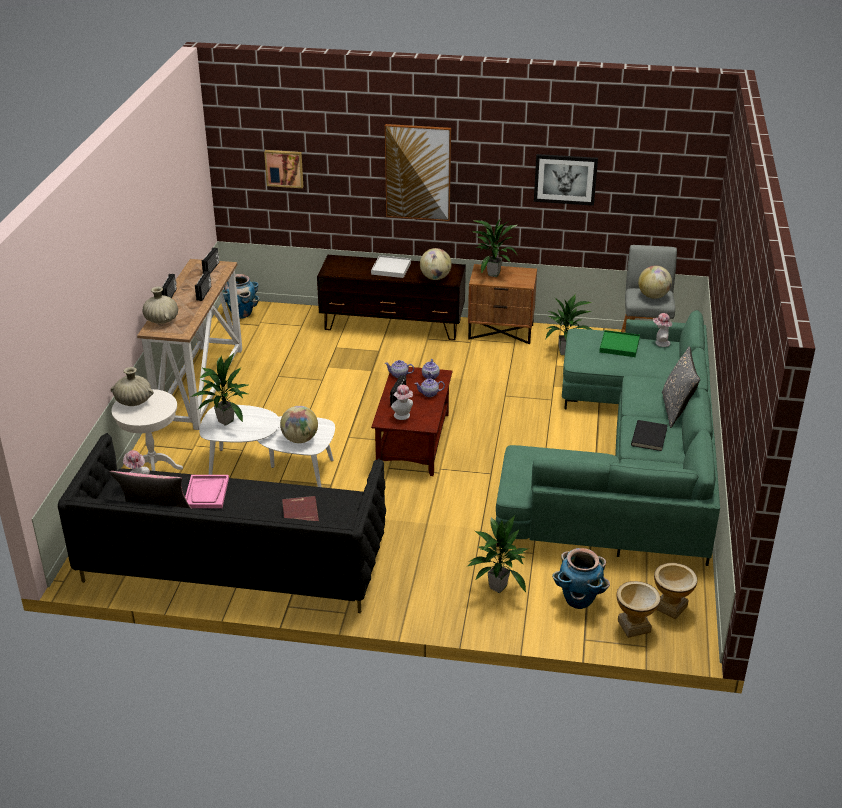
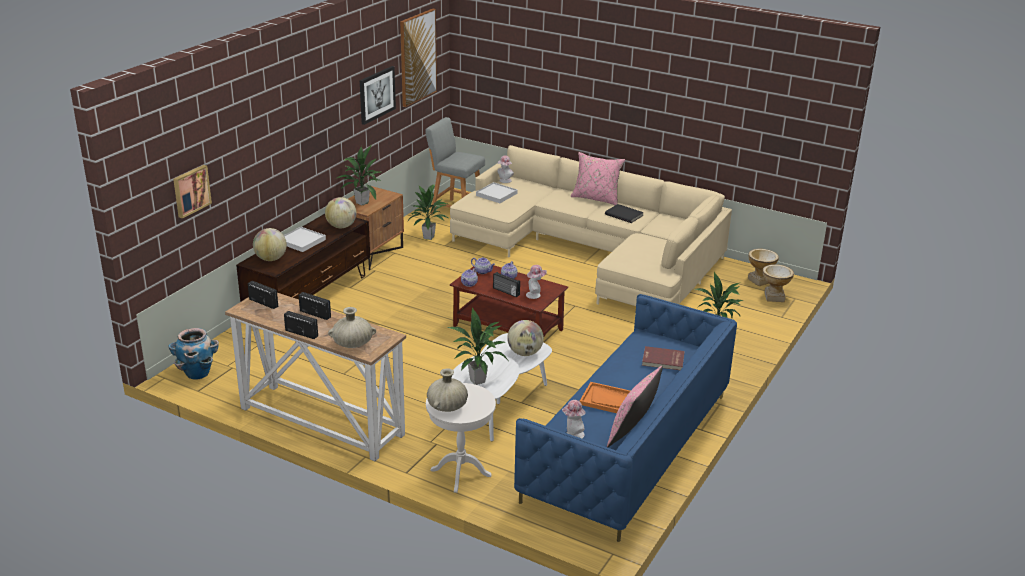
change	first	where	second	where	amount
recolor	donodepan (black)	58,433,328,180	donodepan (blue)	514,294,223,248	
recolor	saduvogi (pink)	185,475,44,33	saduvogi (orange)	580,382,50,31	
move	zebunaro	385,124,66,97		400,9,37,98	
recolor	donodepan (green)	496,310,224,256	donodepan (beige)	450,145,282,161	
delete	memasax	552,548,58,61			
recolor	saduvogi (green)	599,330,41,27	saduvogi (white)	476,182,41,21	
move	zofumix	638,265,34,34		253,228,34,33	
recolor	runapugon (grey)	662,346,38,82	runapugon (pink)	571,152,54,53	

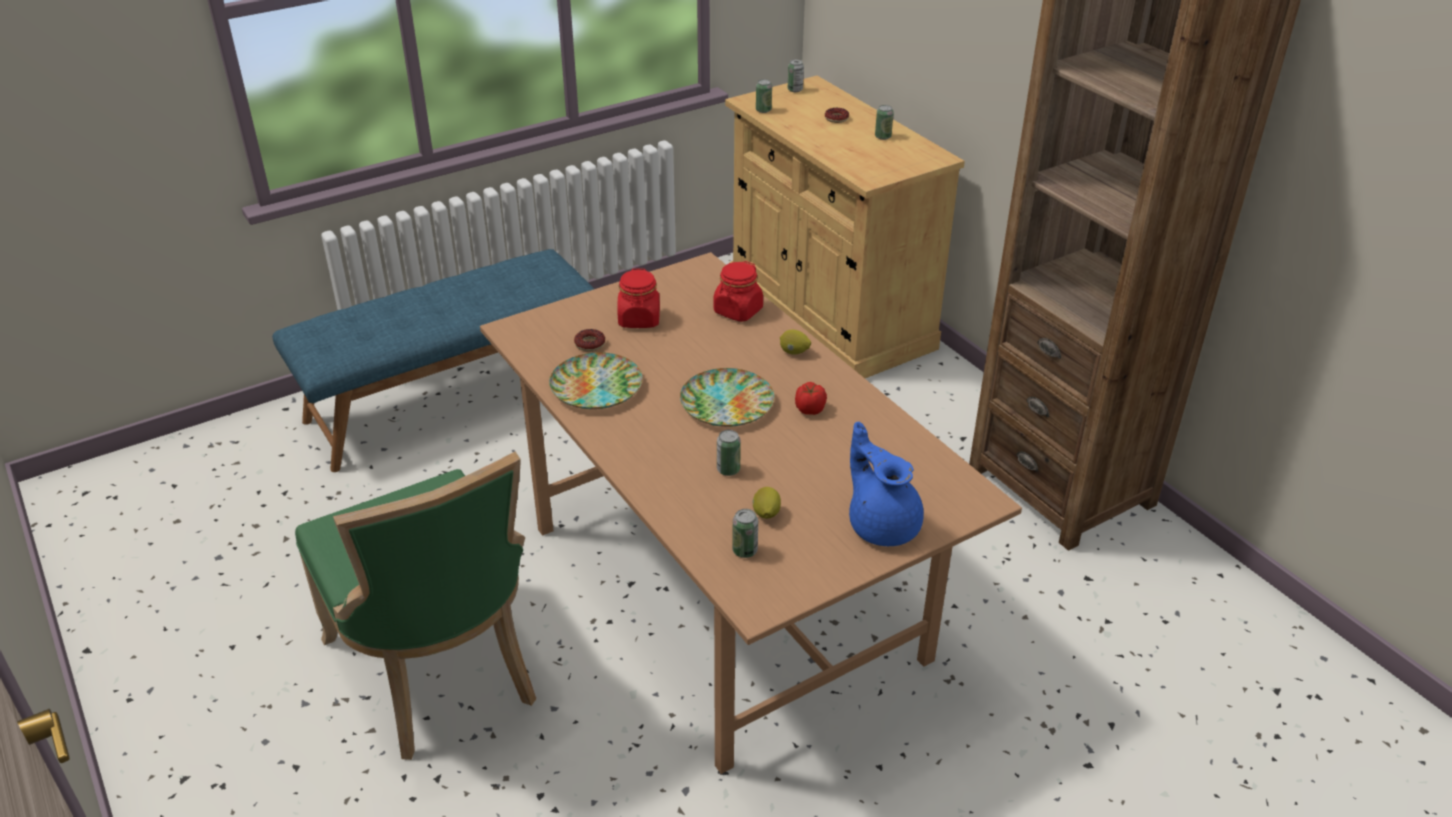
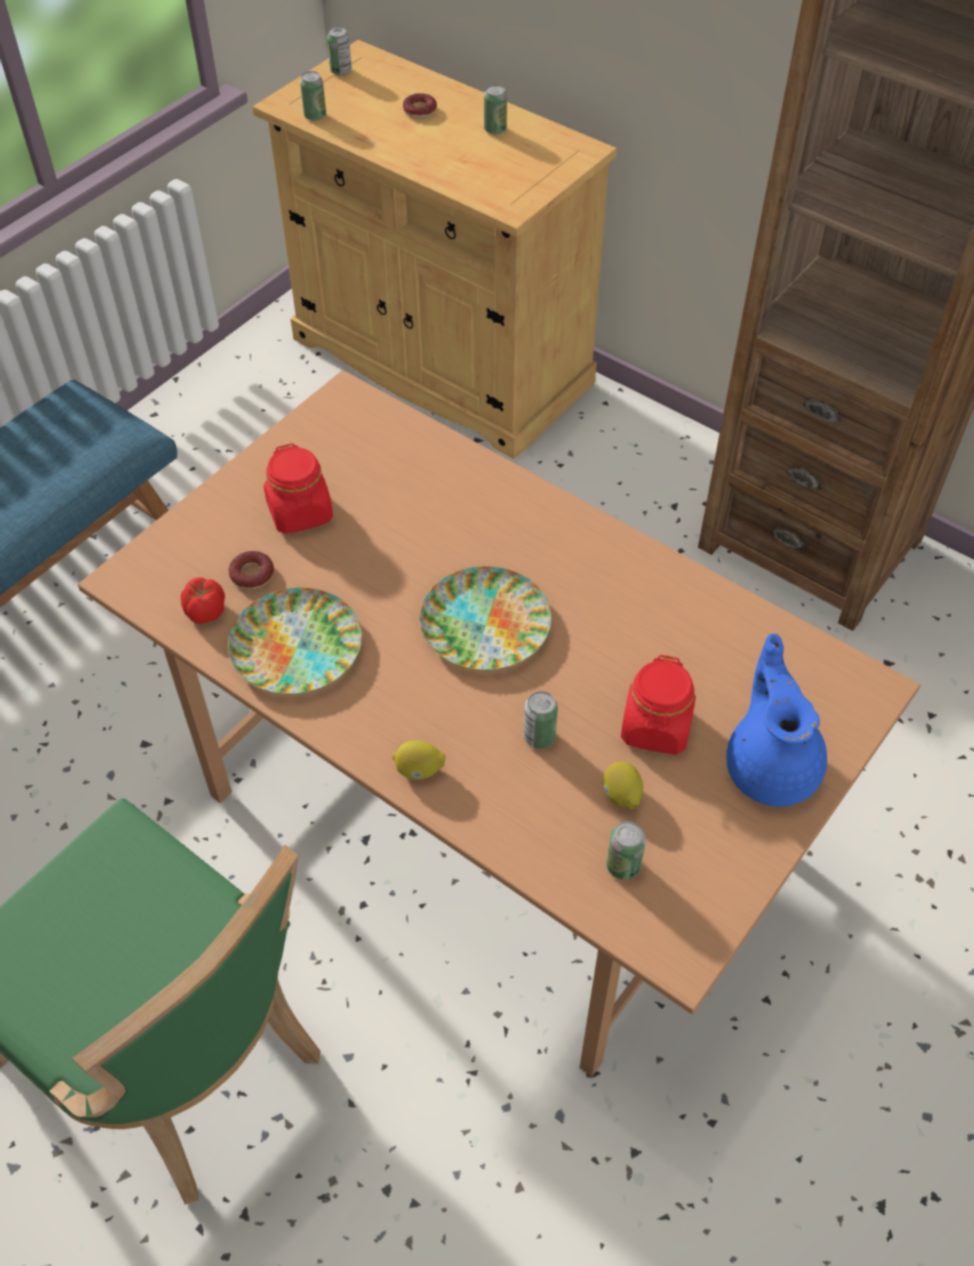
change	first	where	second	where	amount
move	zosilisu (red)	713,261,50,61		621,655,75,100	
move	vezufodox	780,329,31,26		392,741,54,39	
move	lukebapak	795,382,32,33		180,578,45,46	
rotate	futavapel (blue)	849,422,75,124		726,634,101,173	45 degrees clockwise

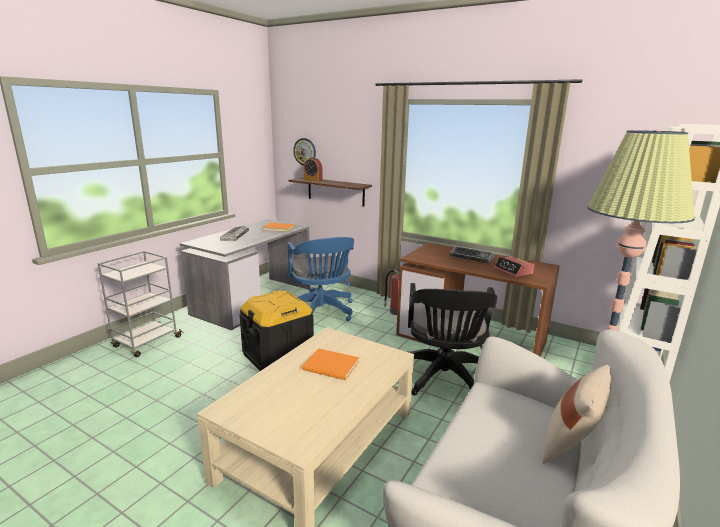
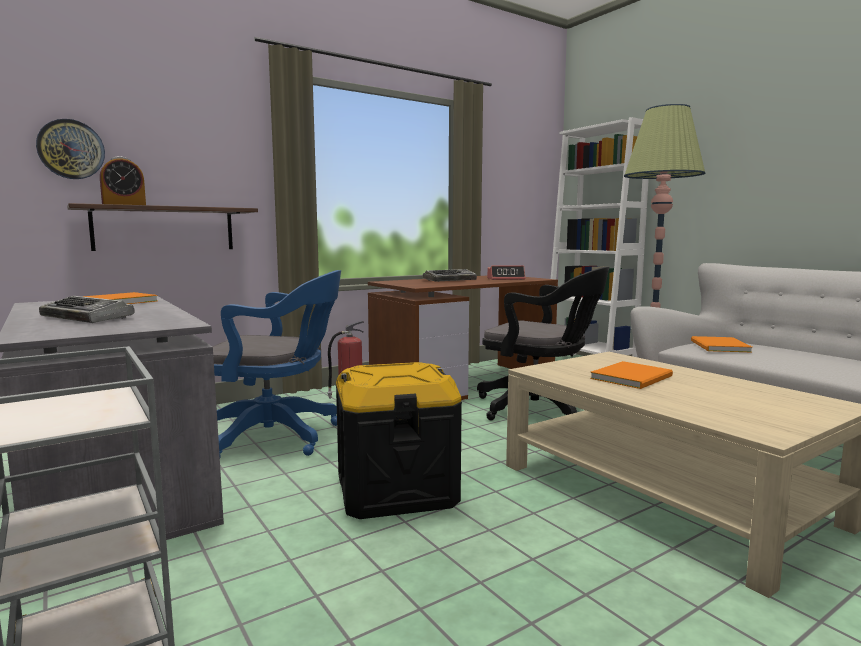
change	first	where	second	where	amount
delete	runapugon (beige)	543,365,68,99			
insert			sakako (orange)	691,336,62,16	

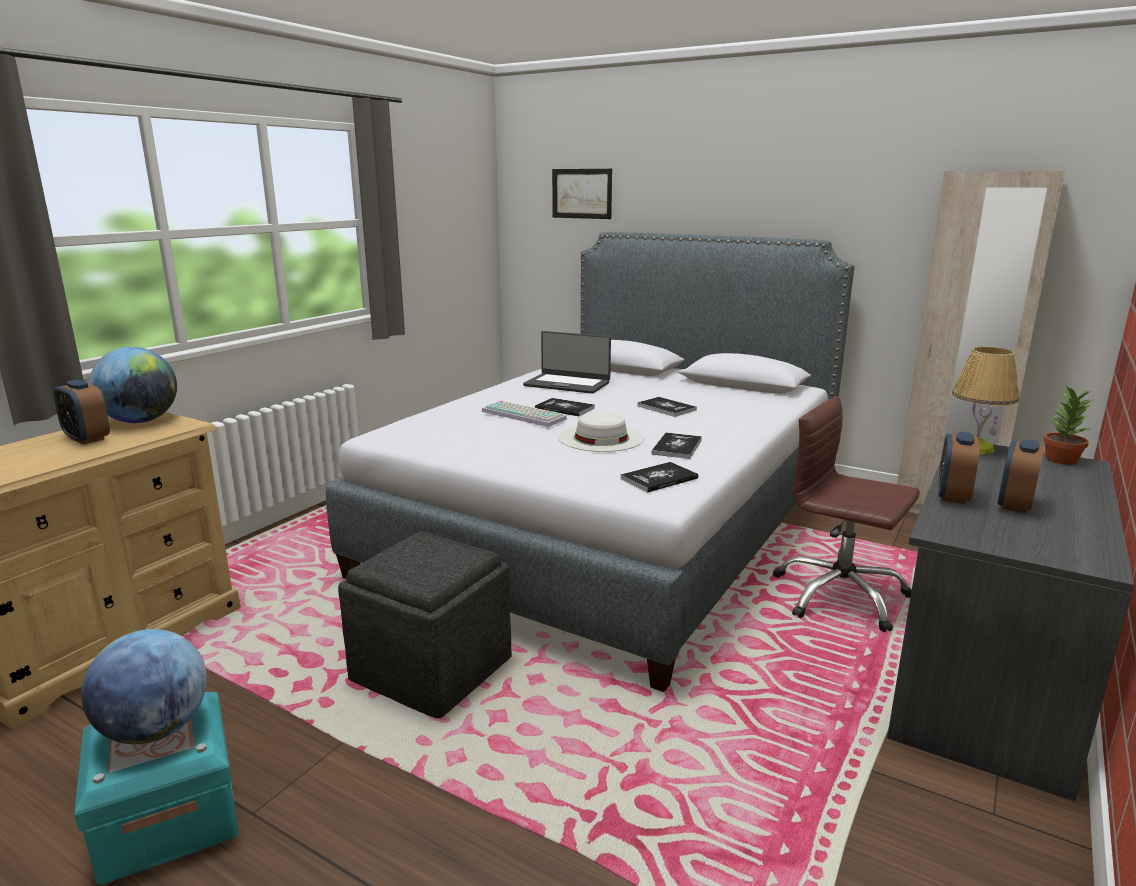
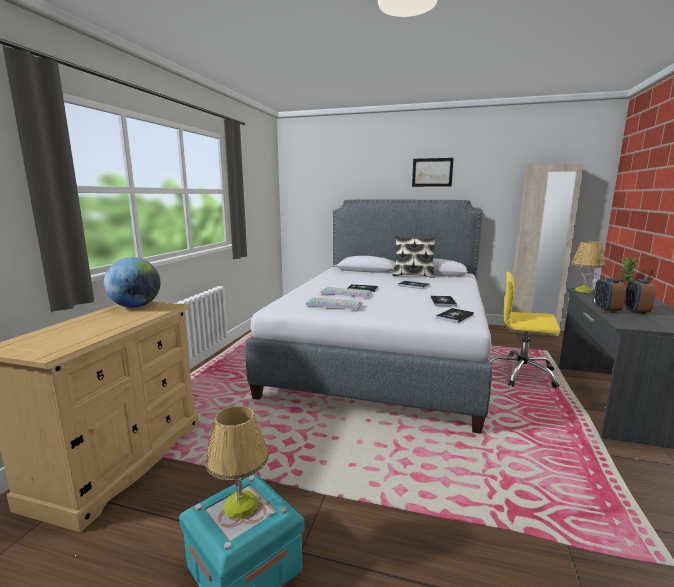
change	first	where	second	where	amount
delete	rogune	53,380,57,65			
replace	zofumix	81,629,126,115	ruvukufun	206,406,63,112	
delete	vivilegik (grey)	338,531,174,187			
delete	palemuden	523,331,88,63			
move	zebunaro	552,169,60,50		412,158,42,29	
delete	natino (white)	558,412,87,40			
recolor	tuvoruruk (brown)	773,396,147,236	tuvoruruk (yellow)	488,272,73,116	
insert			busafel	306,297,57,12	
insert			runapugon	392,236,44,42	

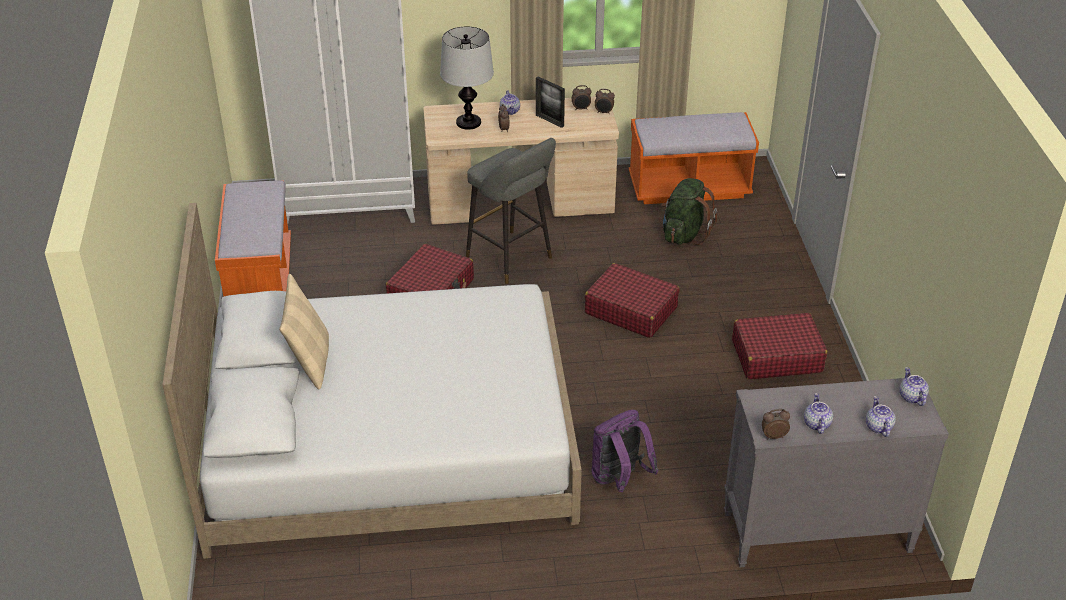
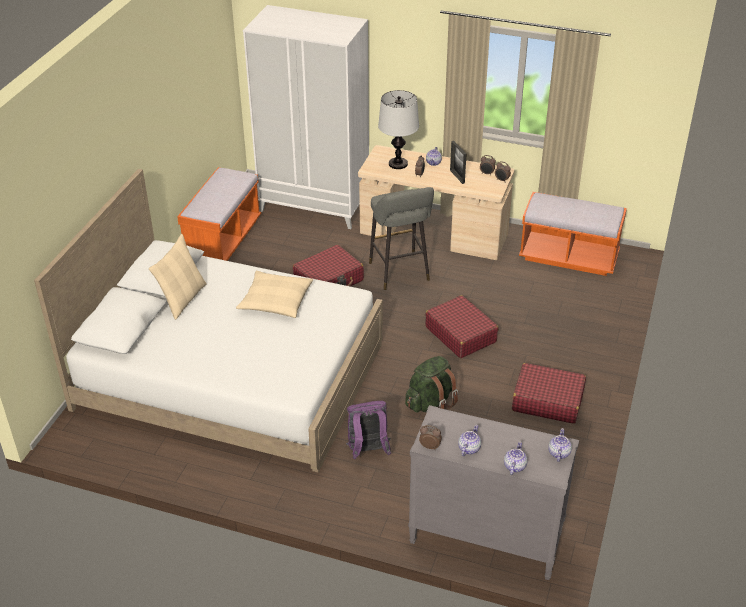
change	first	where	second	where	amount
move	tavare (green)	661,178,56,67		405,356,53,57	
insert			runapugon (beige)	236,271,77,47	

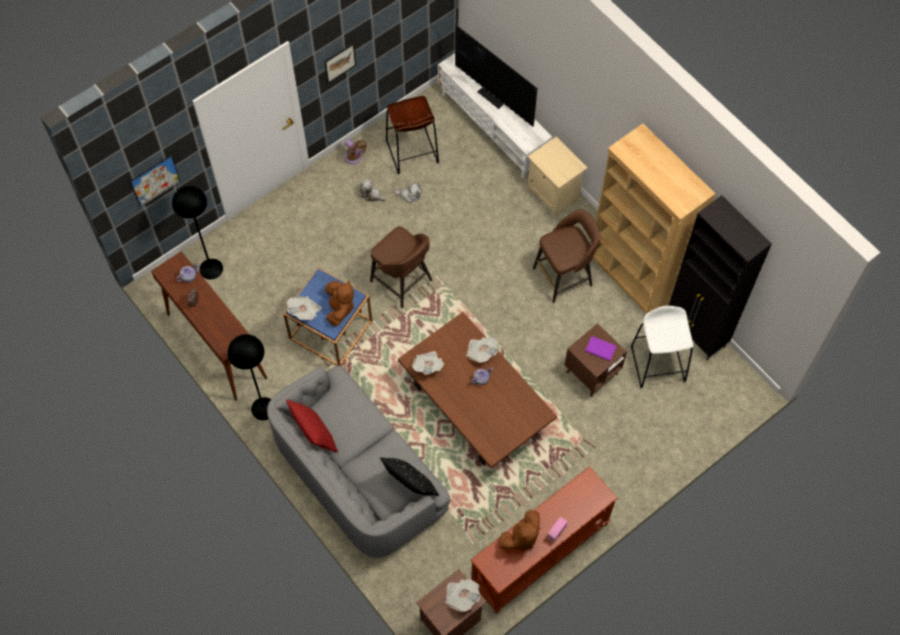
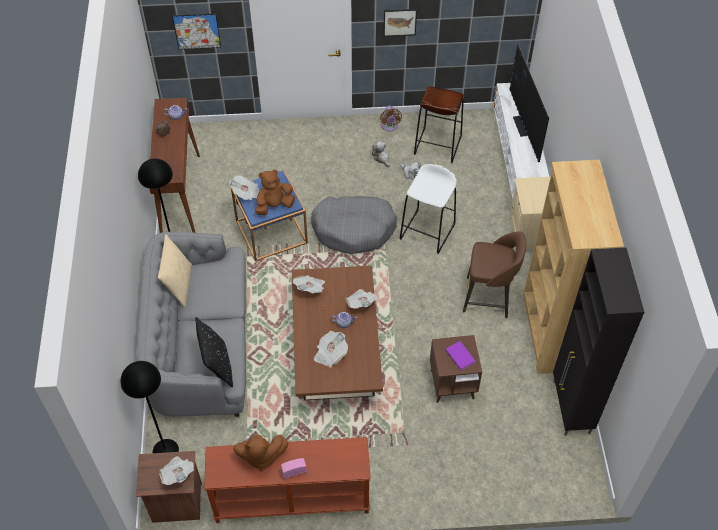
change	first	where	second	where	amount
move	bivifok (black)	172,186,51,94		120,361,59,92	
recolor	runapugon (red)	286,399,52,54	runapugon (beige)	158,234,34,73	
rotate	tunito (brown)	325,280,29,46		255,170,40,45	150 degrees counterclockwise
replace	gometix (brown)	370,226,62,82	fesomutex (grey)	311,196,86,58	
move	gometix (white)	631,306,62,82		400,164,57,90	
insert			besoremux	314,331,34,37	

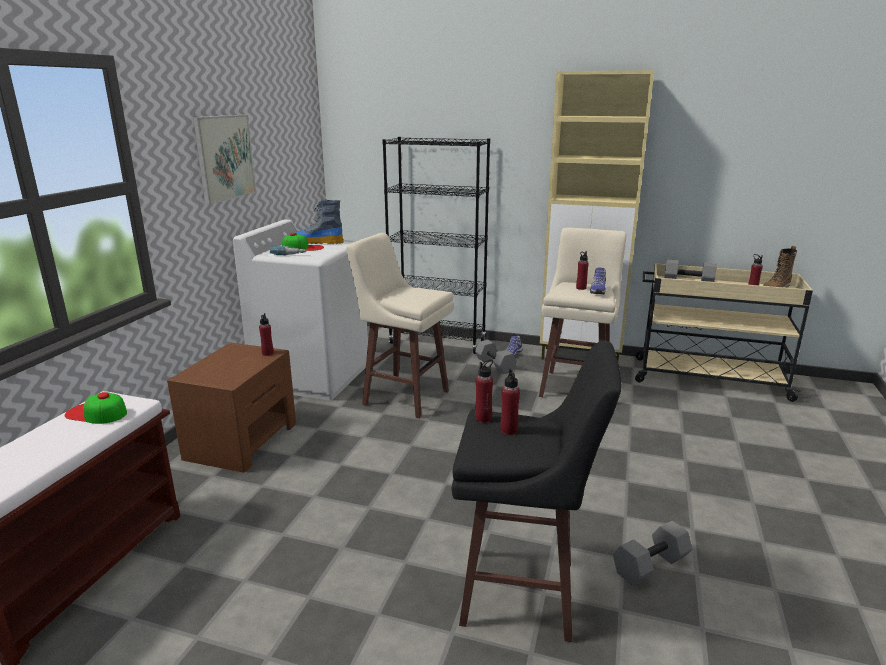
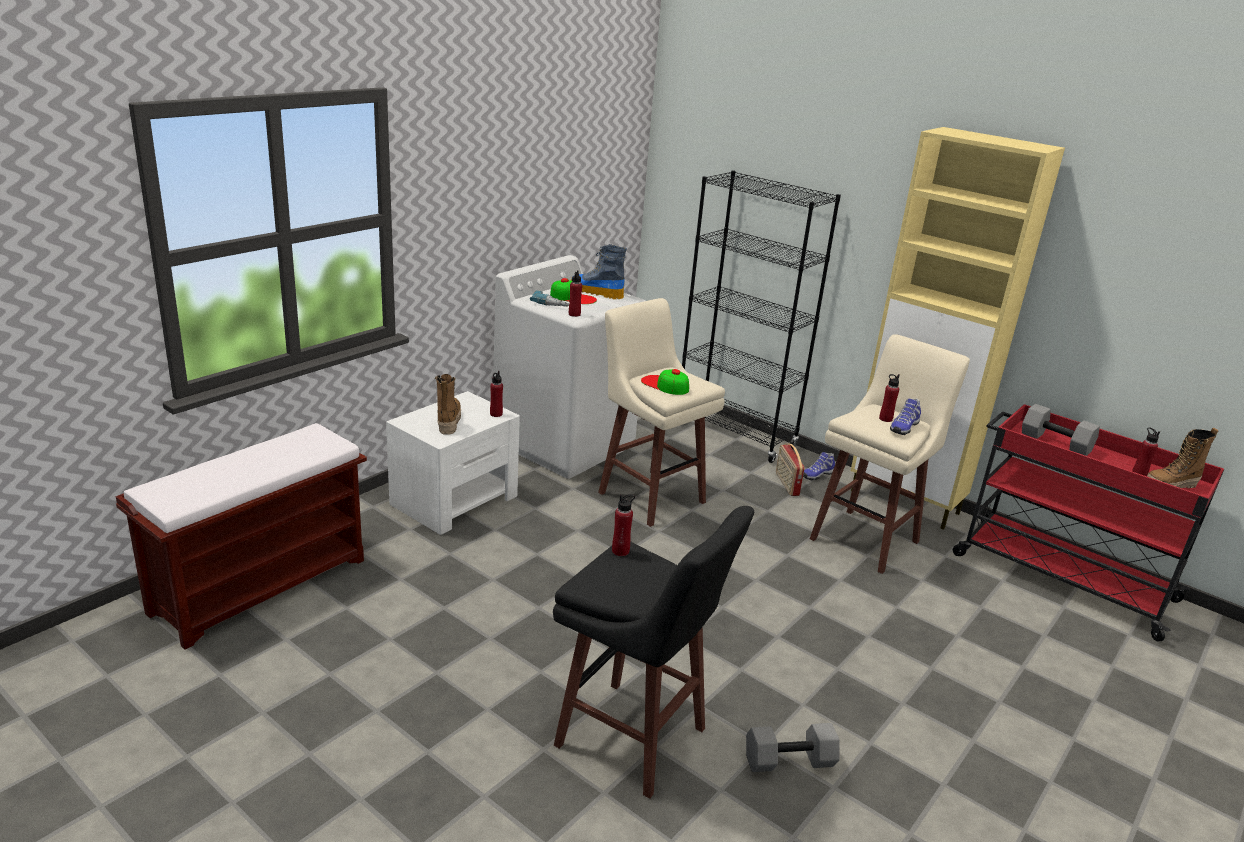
change	first	where	second	where	amount
move	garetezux	65,392,62,32		641,369,48,26	
recolor	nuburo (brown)	167,343,129,130	nuburo (white)	386,391,134,144	
delete	zebunaro	193,115,63,90			
replace	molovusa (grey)	475,340,42,34	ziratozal	776,444,29,52	
move	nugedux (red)	500,369,20,66		569,270,13,47	
recolor	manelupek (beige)	635,263,178,139	manelupek (red)	953,404,271,237	
insert			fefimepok	435,374,26,61	

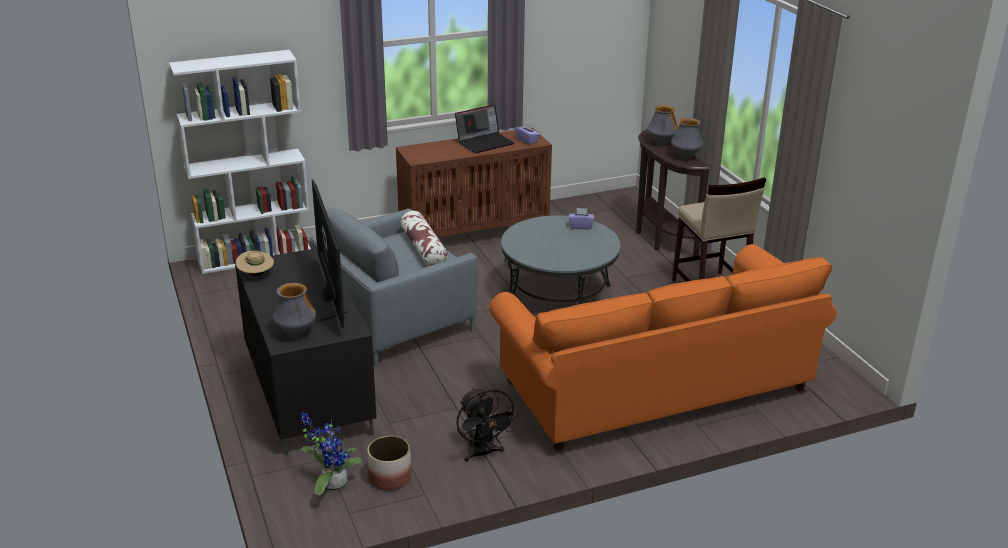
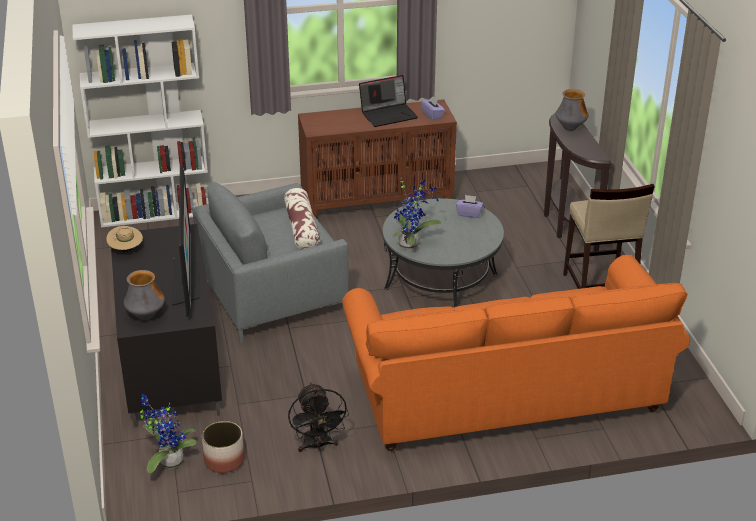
change	first	where	second	where	amount
delete	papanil	671,118,32,41			
insert			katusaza	393,178,48,72	

